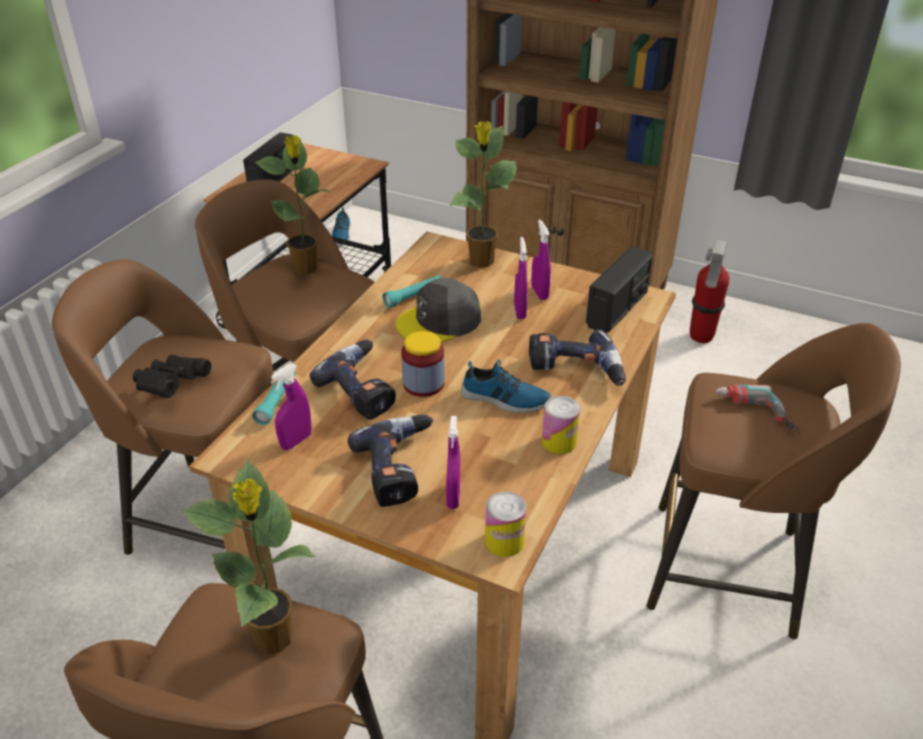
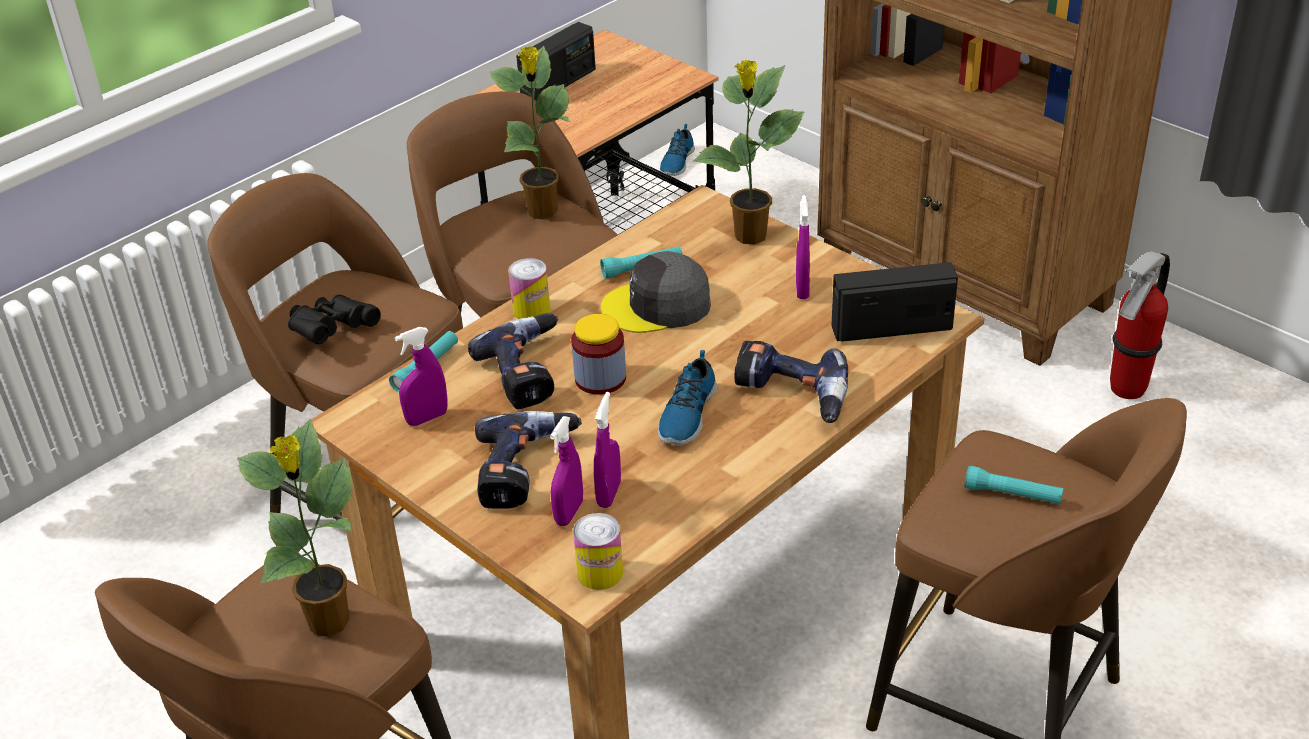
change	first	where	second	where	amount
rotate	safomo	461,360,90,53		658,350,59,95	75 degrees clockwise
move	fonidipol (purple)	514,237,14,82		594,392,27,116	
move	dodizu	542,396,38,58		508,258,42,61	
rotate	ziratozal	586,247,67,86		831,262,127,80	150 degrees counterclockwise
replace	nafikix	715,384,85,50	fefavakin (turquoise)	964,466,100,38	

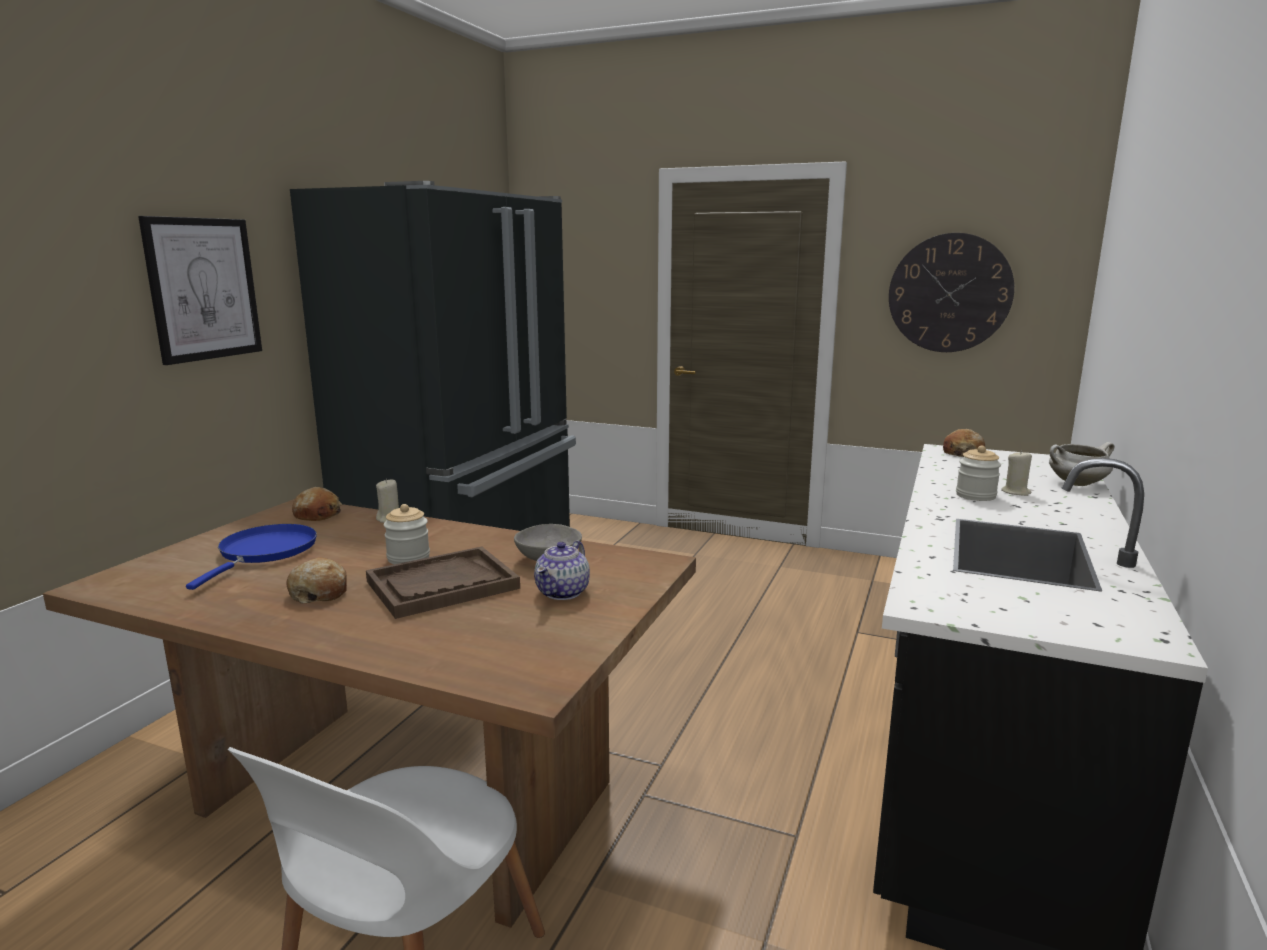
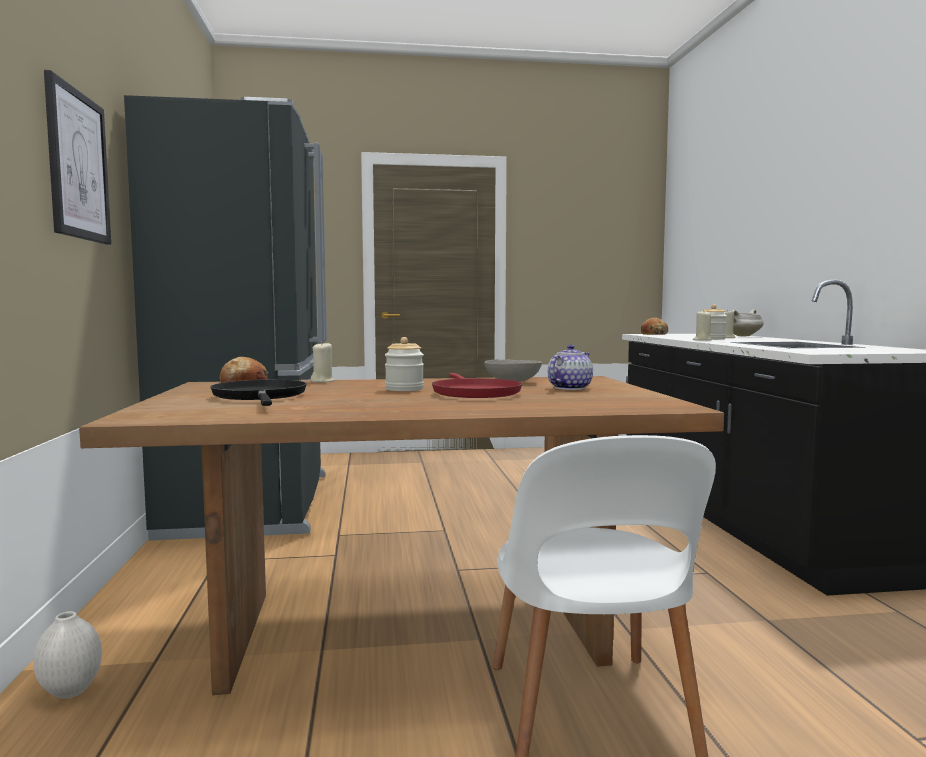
change	first	where	second	where	amount
recolor	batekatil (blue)	186,524,131,66	batekatil (black)	210,380,97,26	
delete	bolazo	287,557,60,47			
replace	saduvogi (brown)	366,547,154,72	batekatil (red)	432,373,90,25	
rotate	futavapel	534,541,56,59		548,344,45,46	135 degrees counterclockwise
delete	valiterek	889,233,125,119			
insert			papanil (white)	34,611,68,88	
insert			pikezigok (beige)	693,310,19,31	

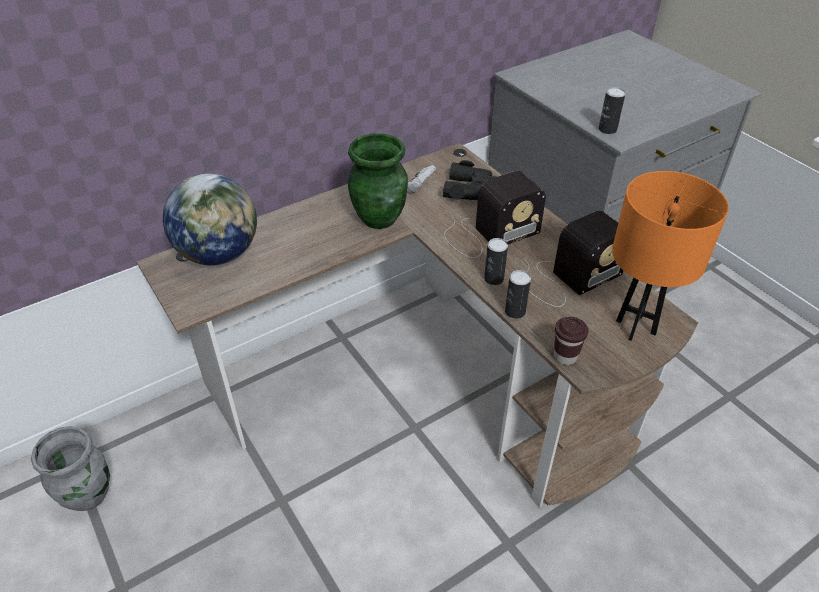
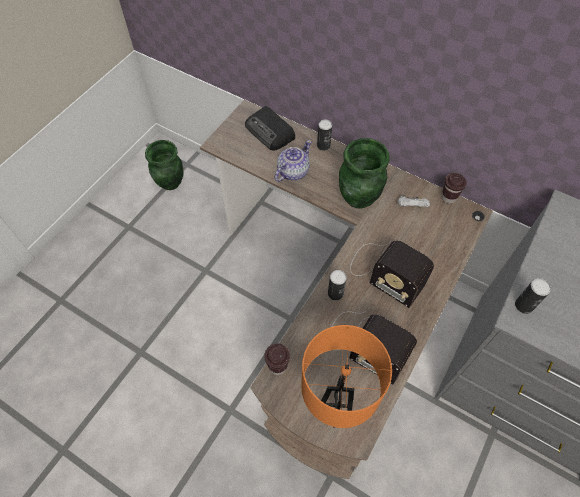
change	first	where	second	where	amount
recolor	papanil (grey)	31,426,79,85	papanil (green)	145,140,38,50	
replace	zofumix	163,173,94,92	ziratozal	245,106,50,45	
delete	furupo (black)	443,160,53,40			
move	dodizu	505,270,26,49		317,119,15,32	
insert			futavapel	275,140,37,42	
insert			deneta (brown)	442,173,25,31	

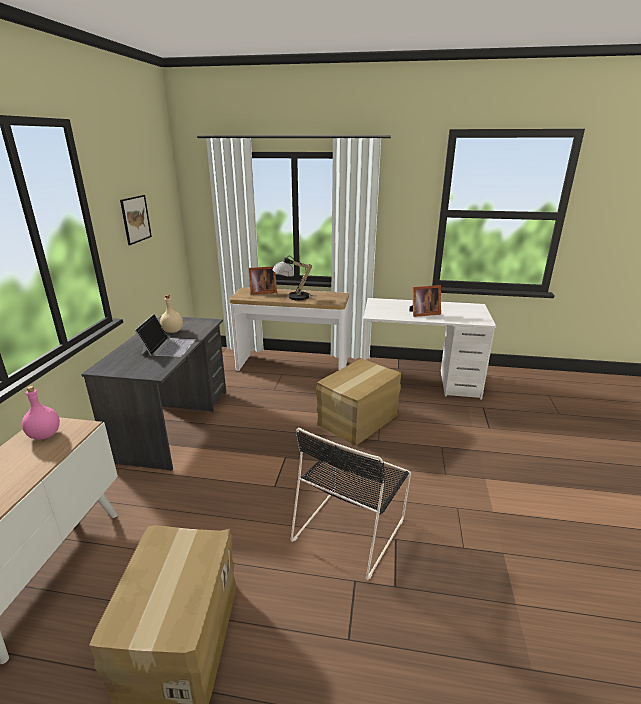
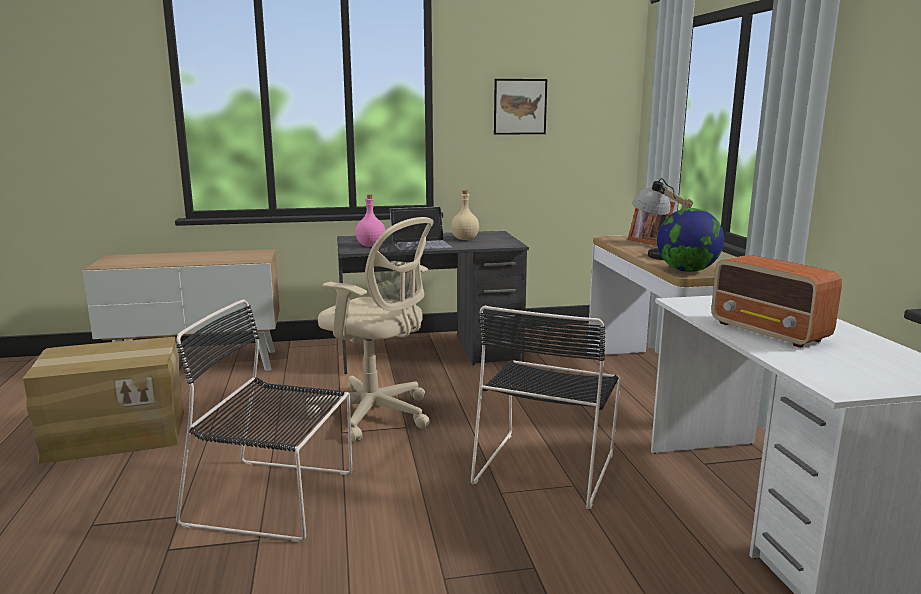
change	first	where	second	where	amount
move	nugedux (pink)	22,386,38,54		356,194,30,53	
replace	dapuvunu	316,359,85,87	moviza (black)	471,306,150,203	
replace	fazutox	409,285,32,32	ziratozal	711,255,131,93	
insert			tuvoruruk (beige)	306,217,128,225	
insert			zofumix	657,208,67,64	

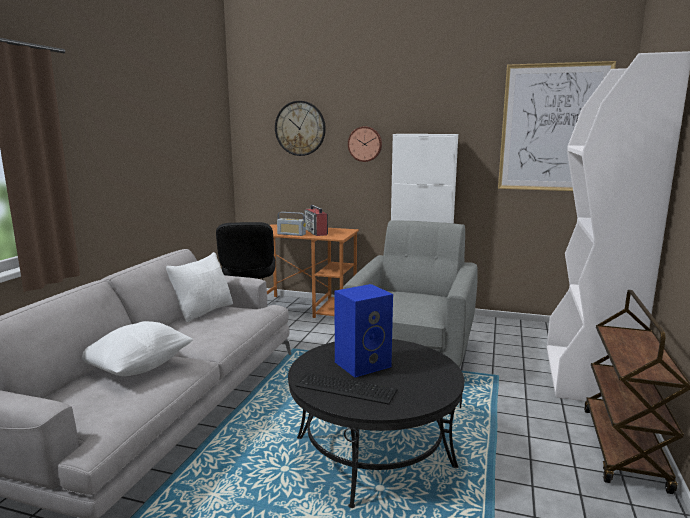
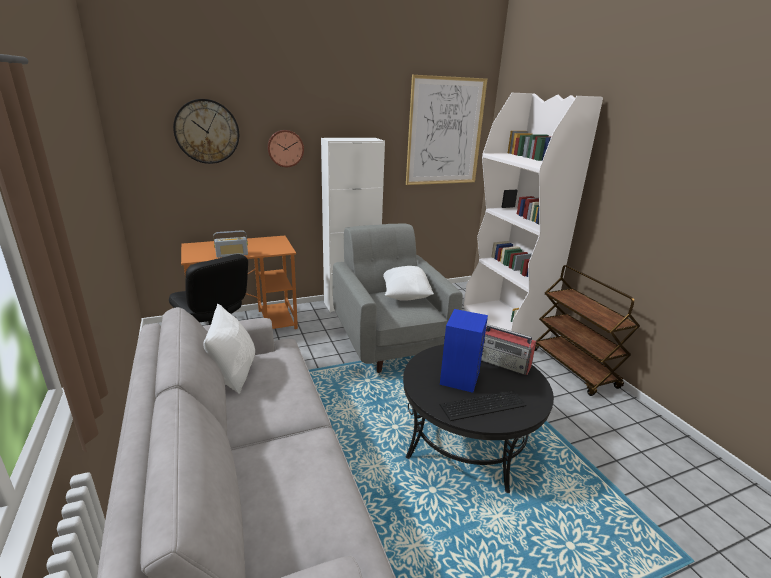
change	first	where	second	where	amount
move	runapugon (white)	82,321,111,55		383,266,51,35	
move	ziratozal	305,205,23,31		481,324,55,51	

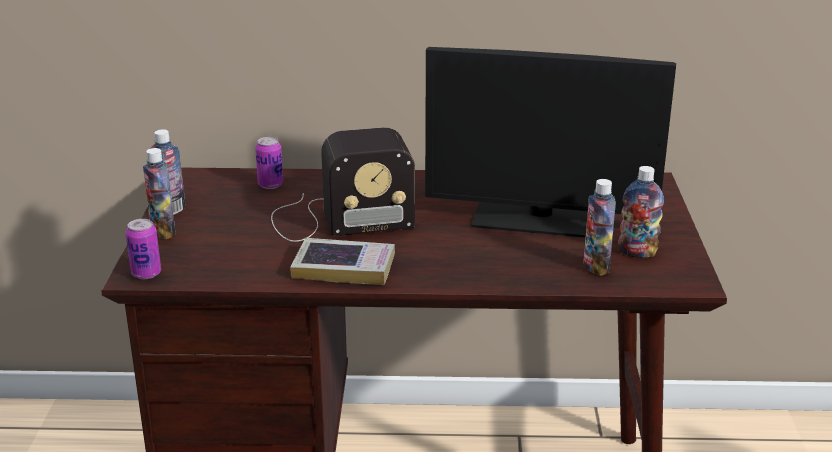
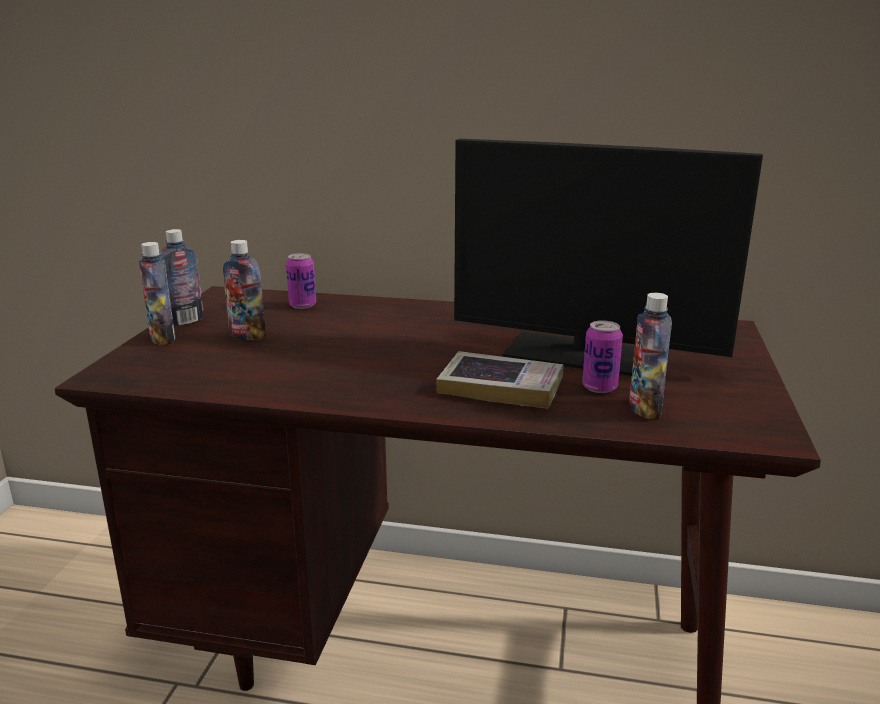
change	first	where	second	where	amount
move	dodizu	125,219,36,61		582,320,41,73	
delete	ziratozal	271,128,144,114			
move	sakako	290,238,105,47		436,351,128,58	
move	nugedux	619,166,45,92		223,240,43,100	

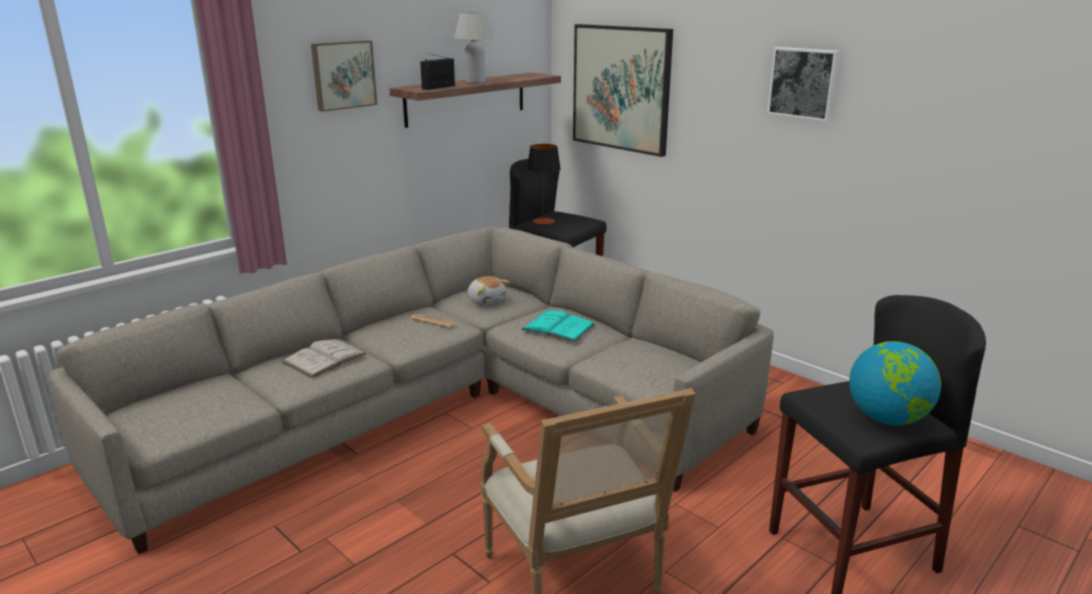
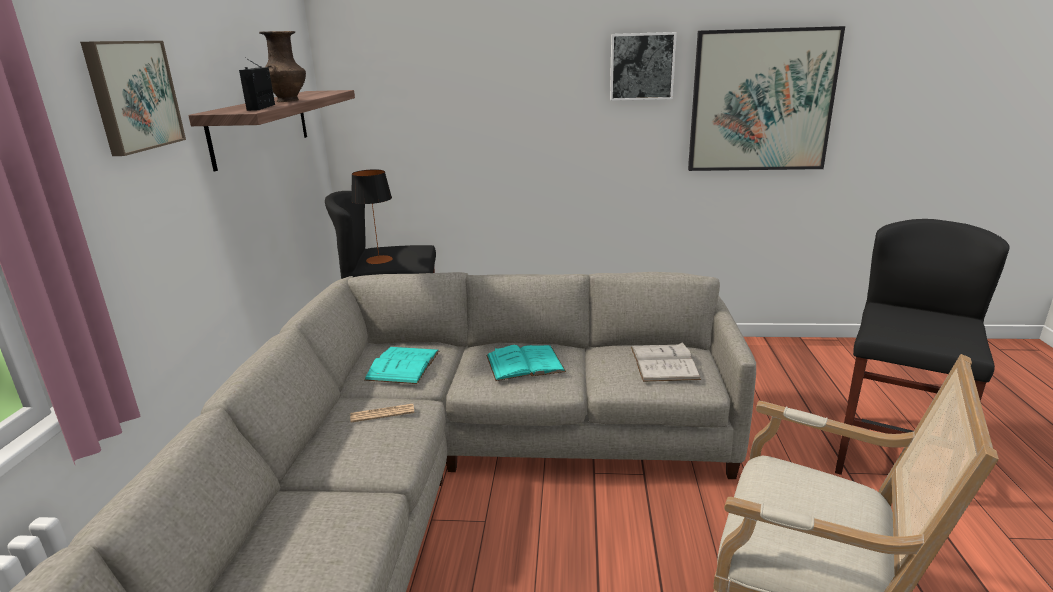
change	first	where	second	where	amount
move	sakako (white)	282,339,84,39		631,342,70,40	
replace	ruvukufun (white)	454,12,40,72	papanil (brown)	259,31,47,71	
replace	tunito	468,276,42,29	sakako (turquoise)	364,347,75,37	
move	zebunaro	573,24,100,133		688,26,157,145	
delete	zofumix	849,341,92,84			

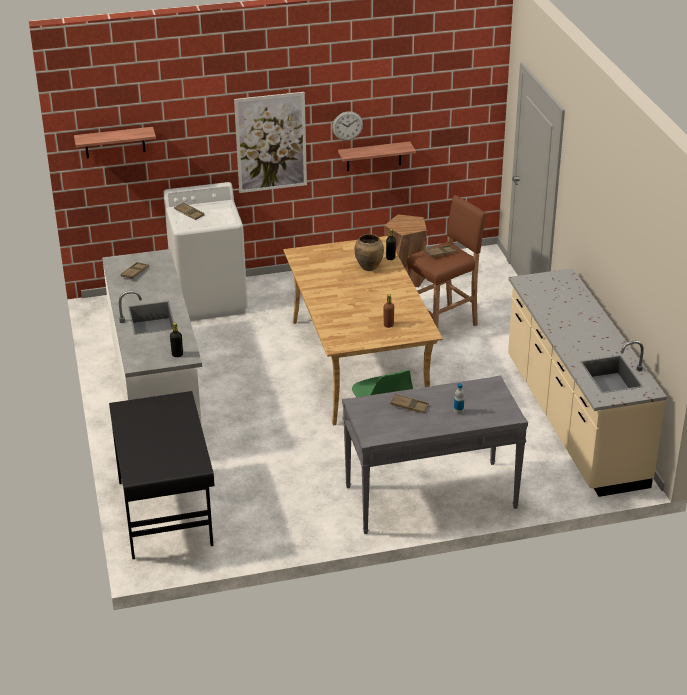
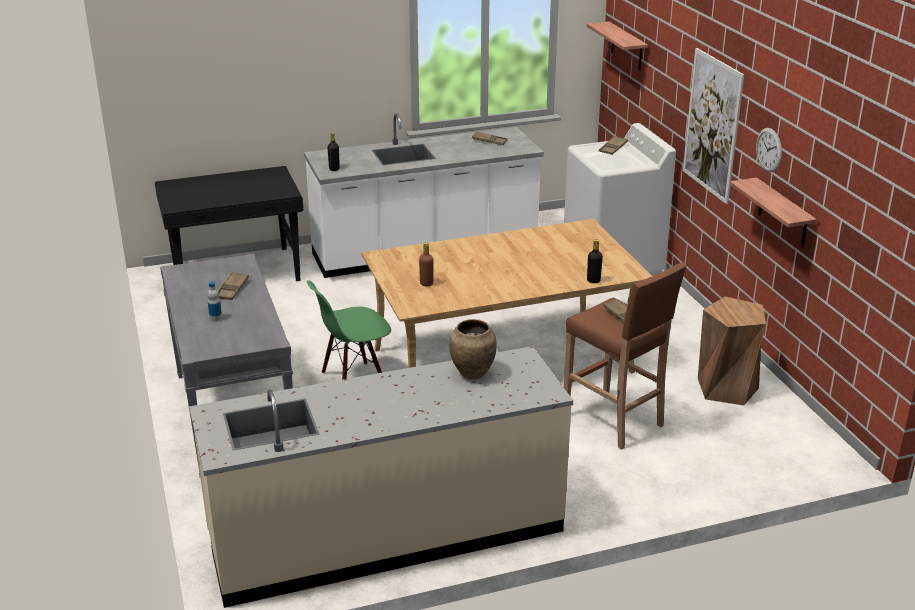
change	first	where	second	where	amount
move	papanil (brown)	354,234,30,37		449,319,48,61	

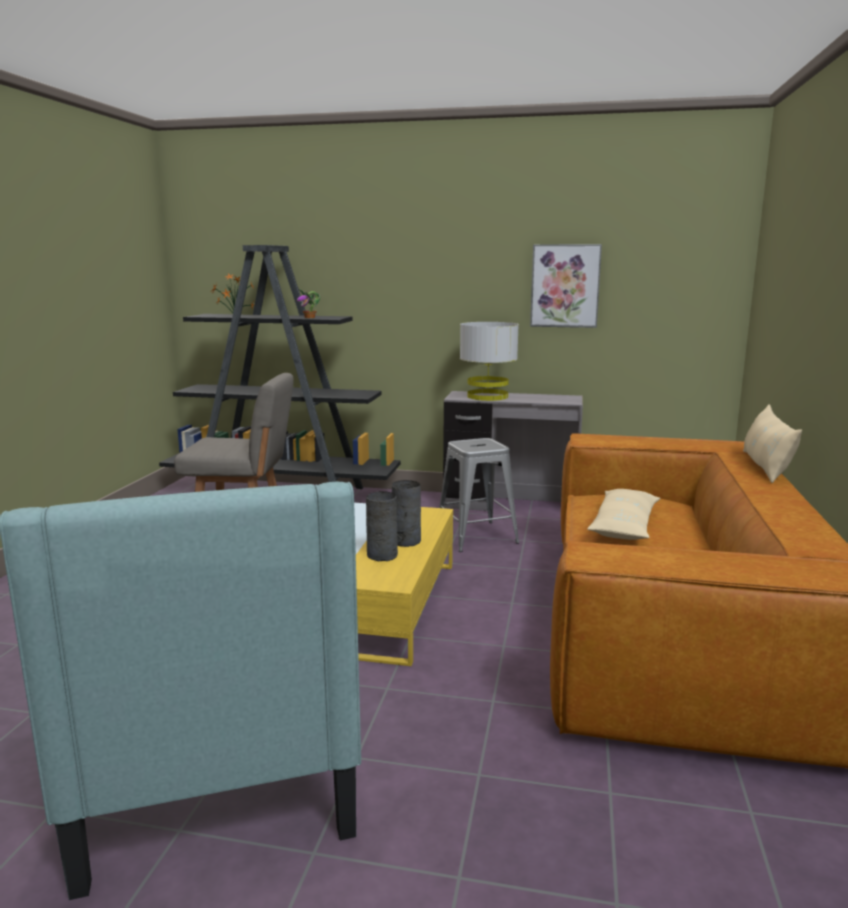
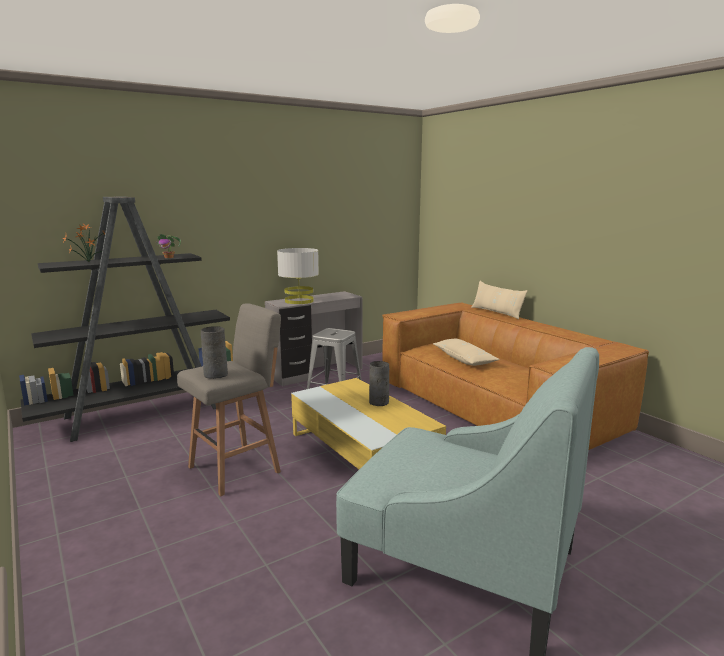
change	first	where	second	where	amount
move	papanil (grey)	366,491,32,70		201,326,27,53	
delete	zebunaro	530,244,72,84			

